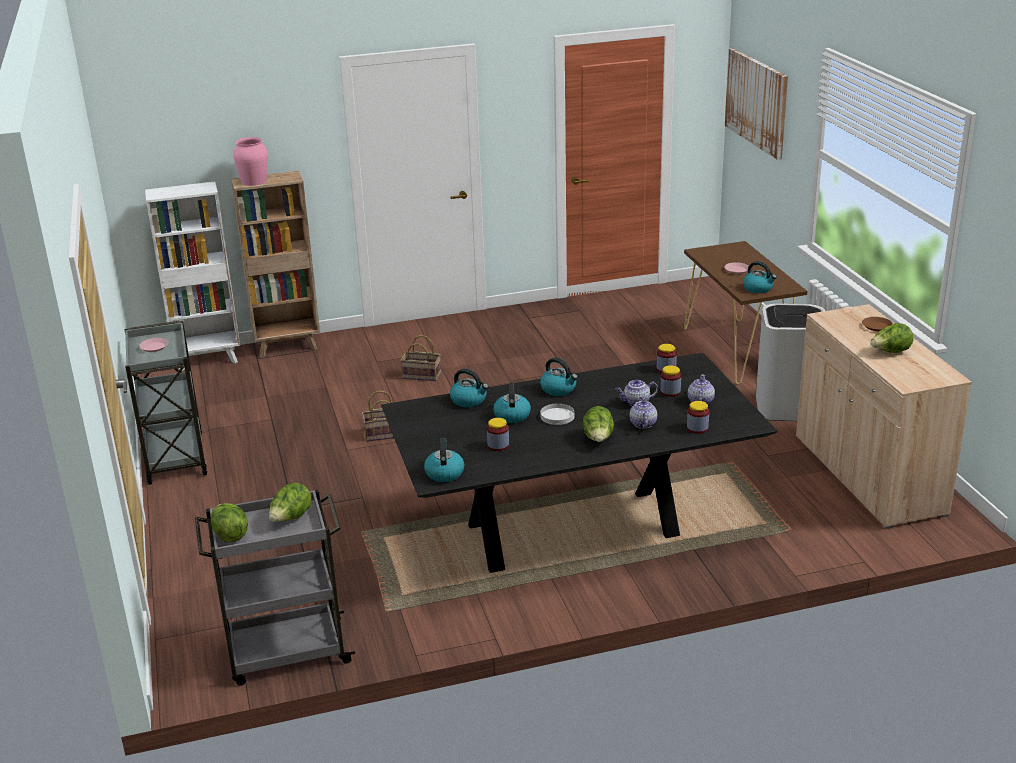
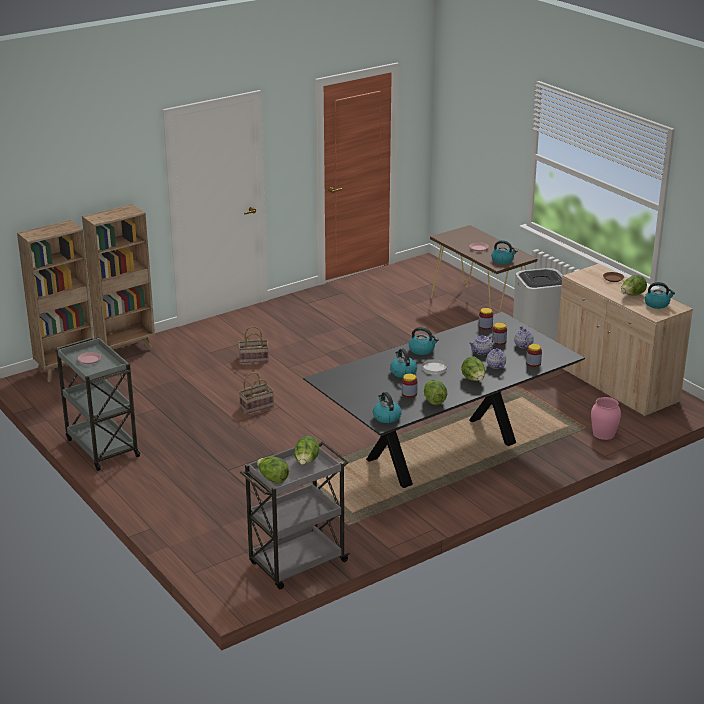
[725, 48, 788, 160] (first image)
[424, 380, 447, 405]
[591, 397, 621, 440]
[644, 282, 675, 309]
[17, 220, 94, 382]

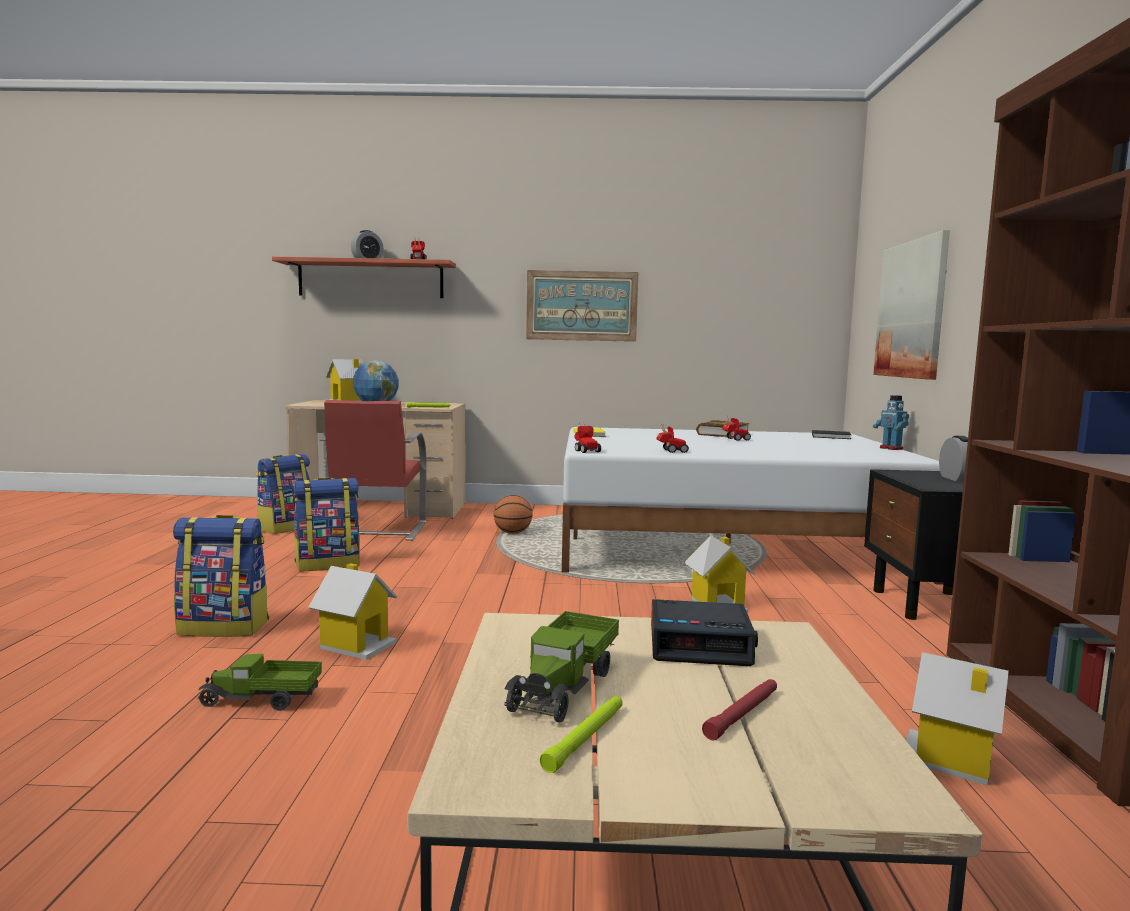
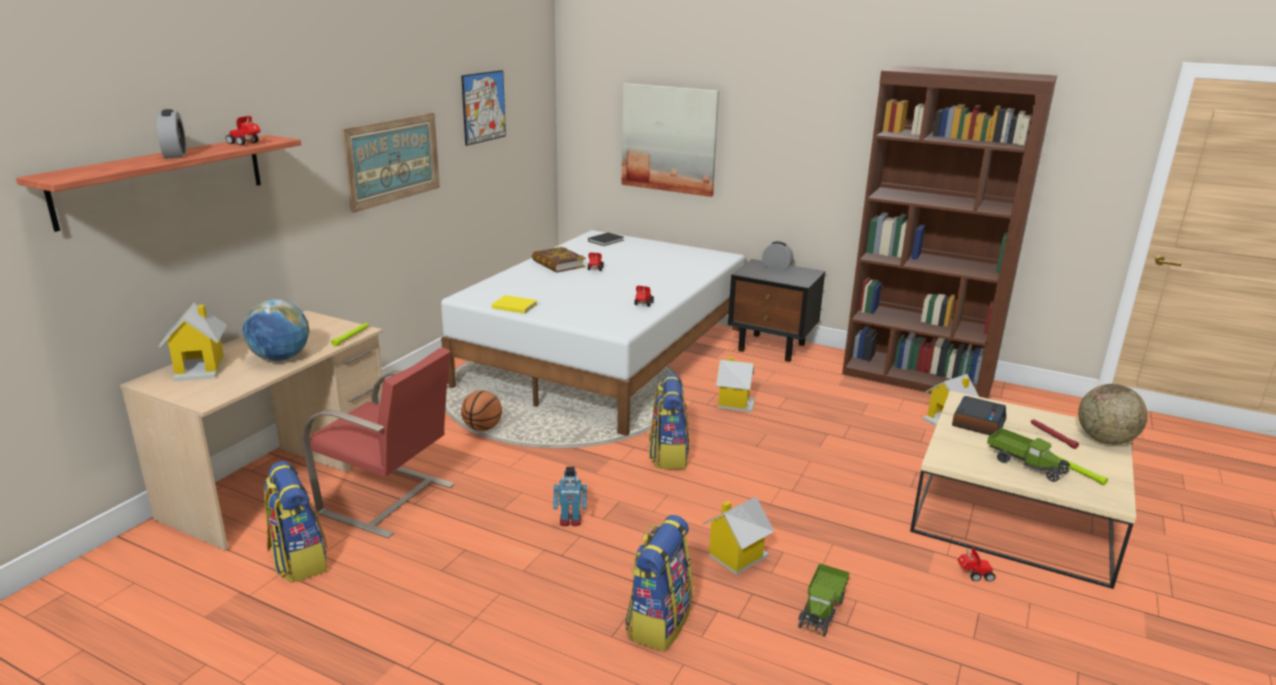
[461, 70, 506, 146]
[1078, 384, 1148, 445]
[649, 374, 690, 470]
[958, 547, 996, 581]
[553, 467, 587, 526]

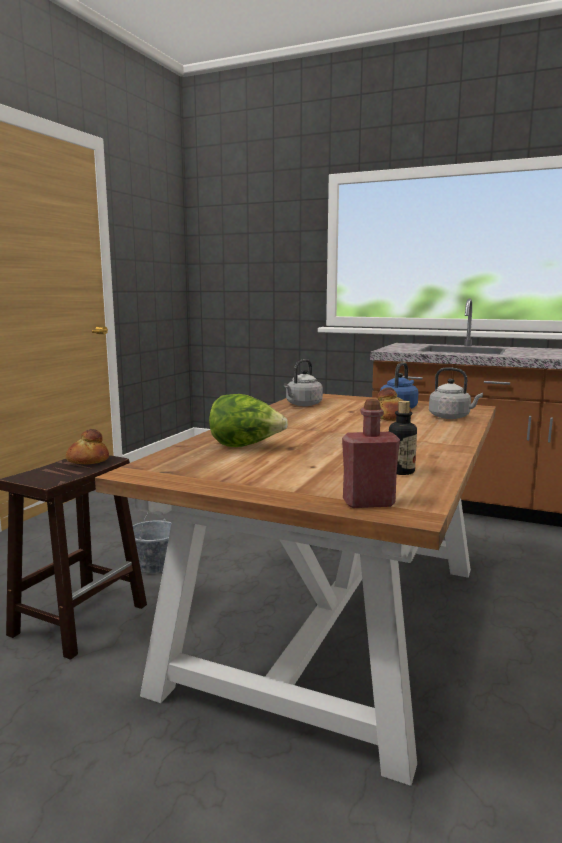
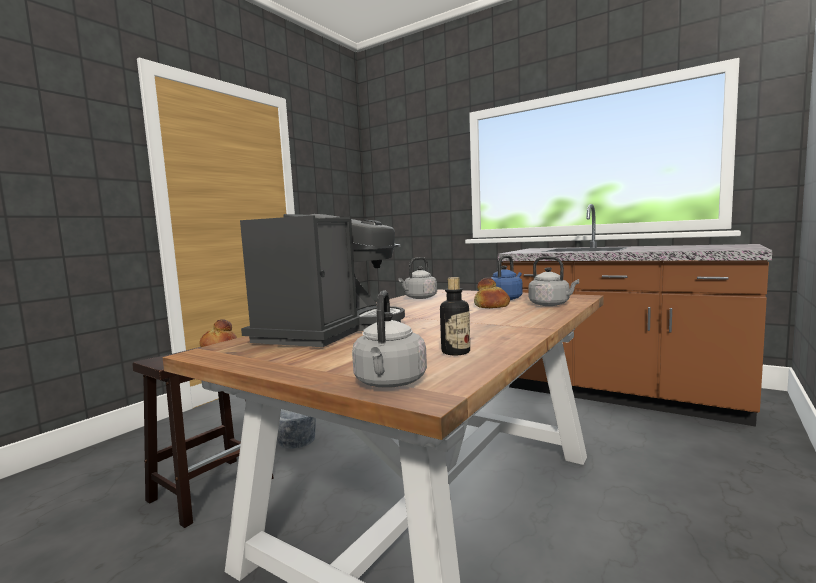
[240, 214, 405, 347]
[352, 291, 427, 388]

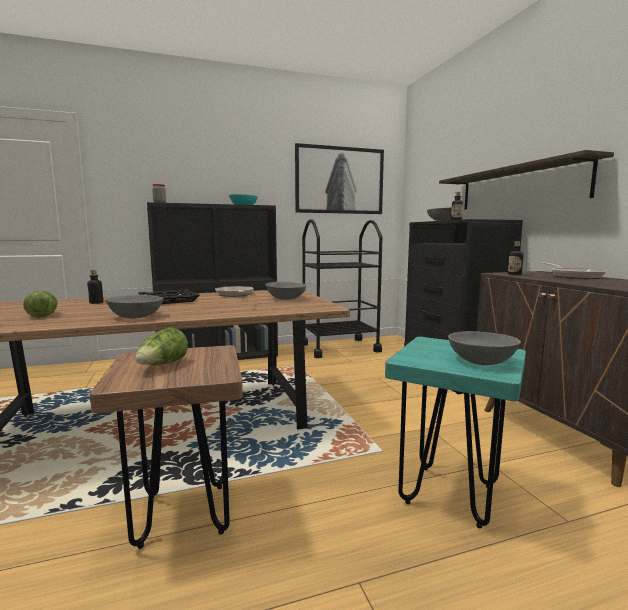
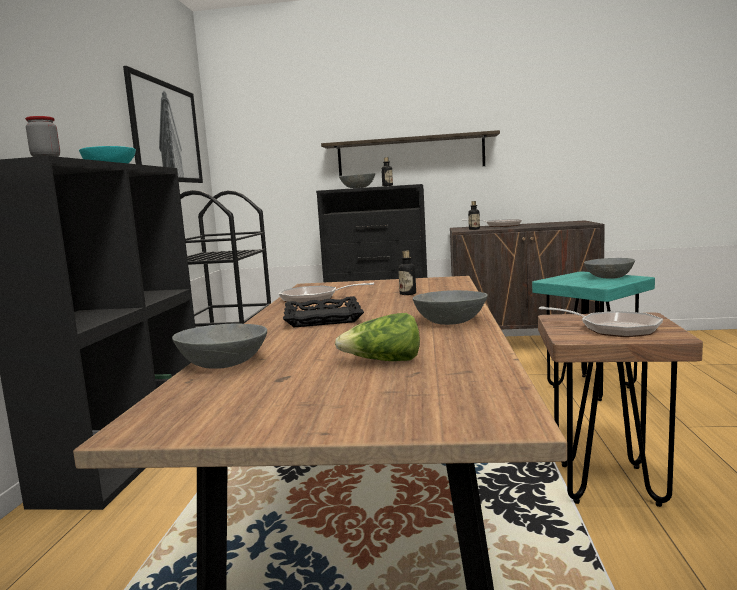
[398, 251, 416, 295]
[172, 324, 267, 369]
[539, 306, 663, 337]

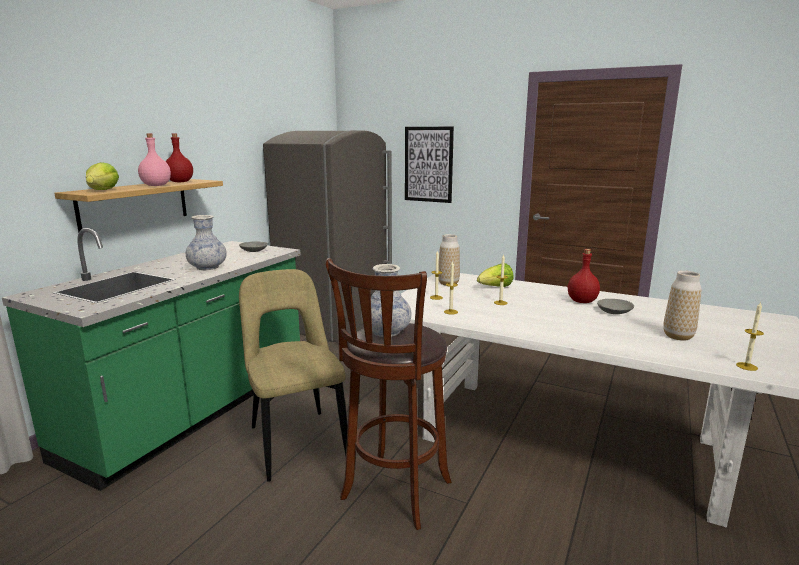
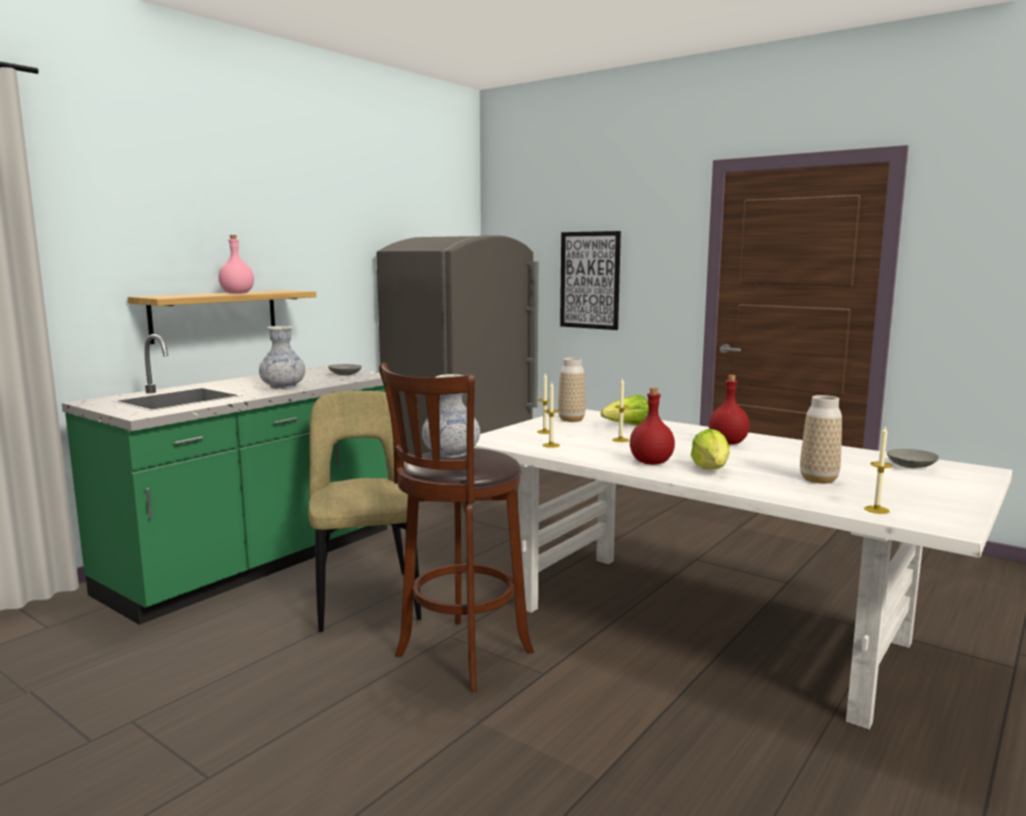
[691, 429, 730, 469]
[630, 388, 675, 465]
[887, 449, 939, 468]

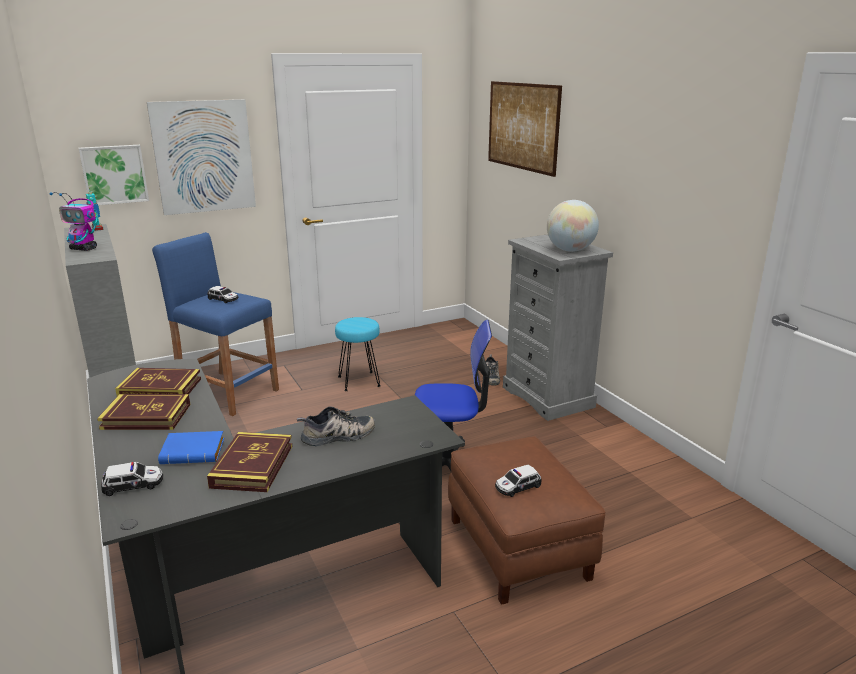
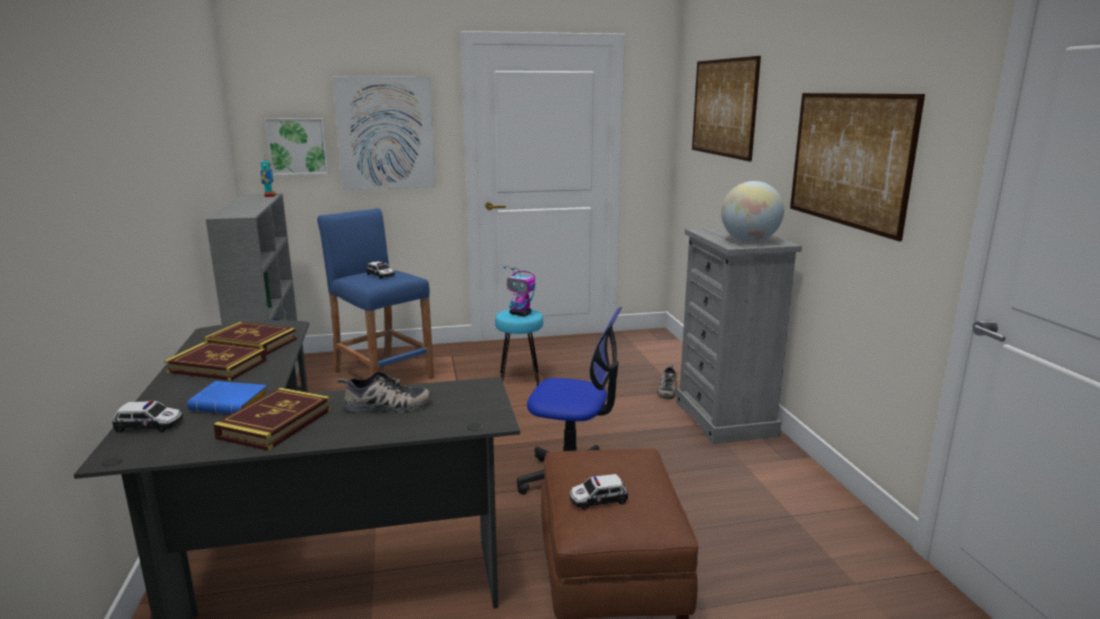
[790, 93, 925, 241]
[504, 266, 535, 316]

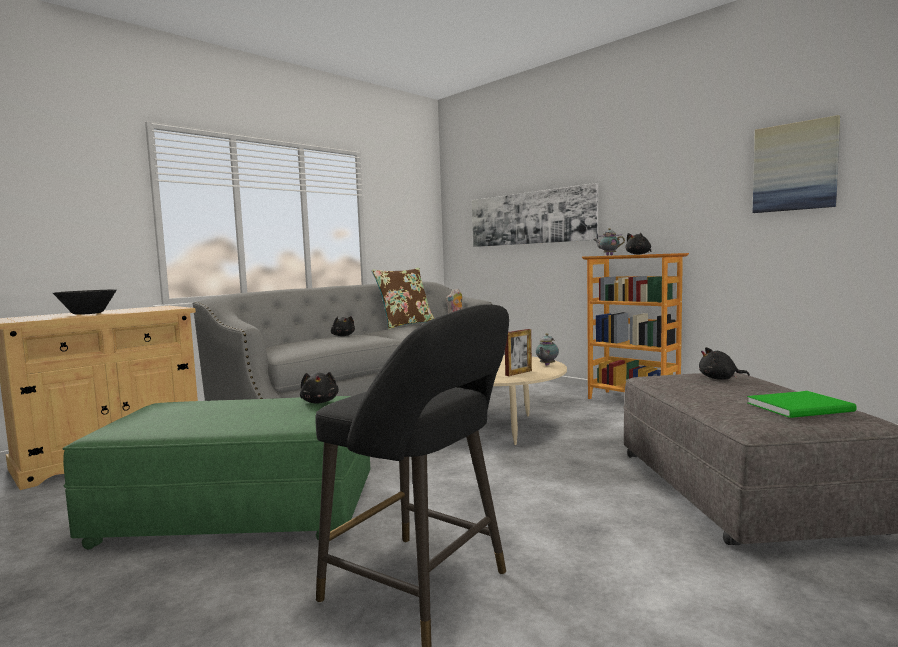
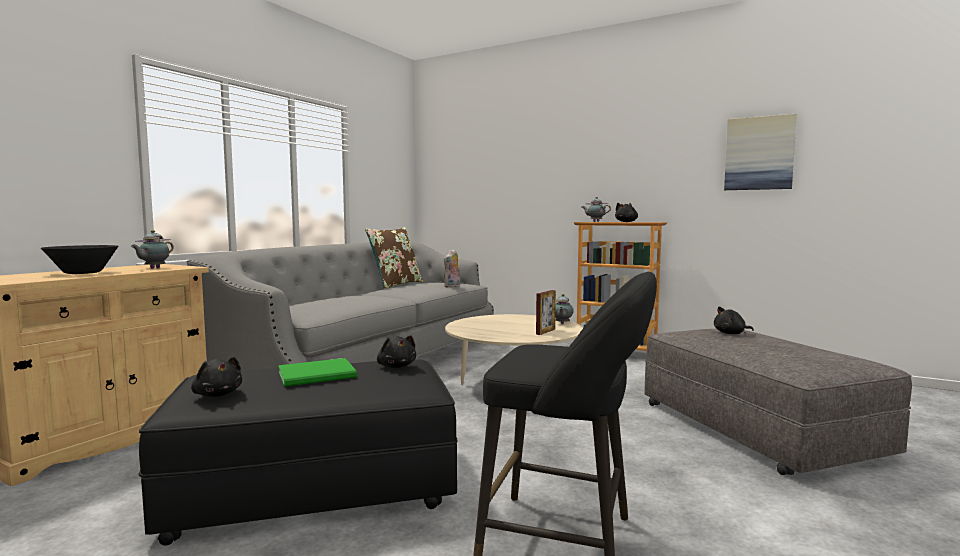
[472, 183, 598, 247] (first image)
[131, 230, 174, 269]
[191, 357, 242, 397]
[278, 358, 357, 387]
[138, 359, 457, 546]

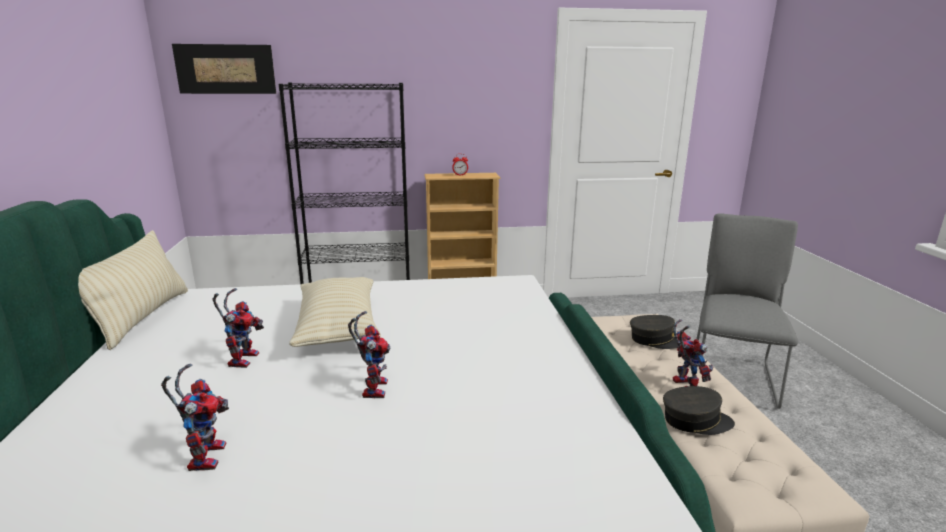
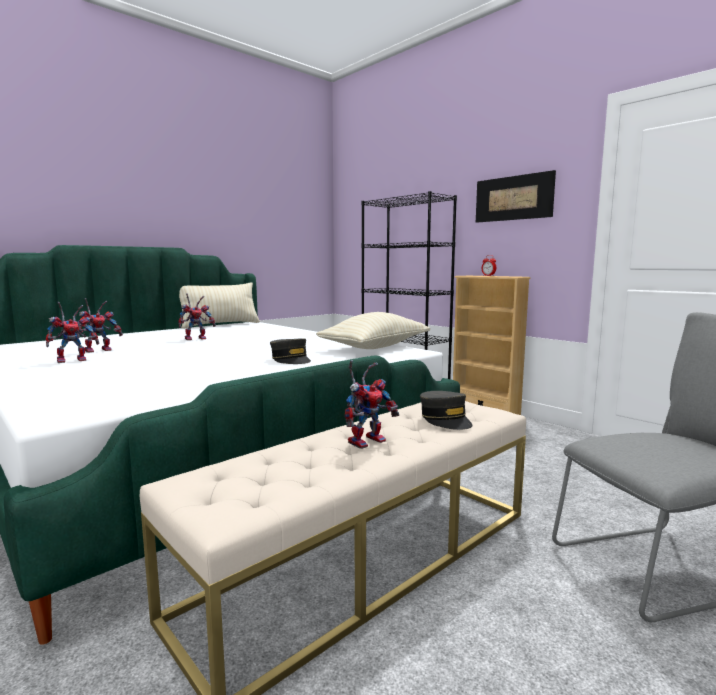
[476, 170, 556, 223]
[316, 312, 430, 349]
[46, 302, 99, 363]
[270, 338, 311, 364]

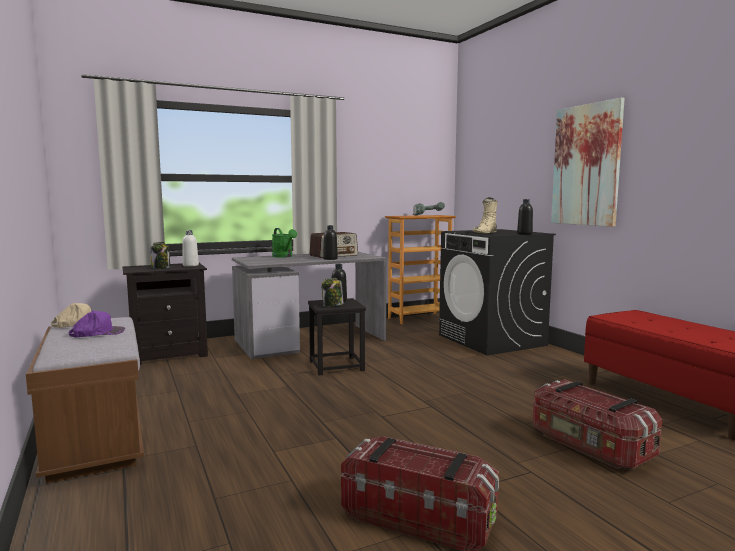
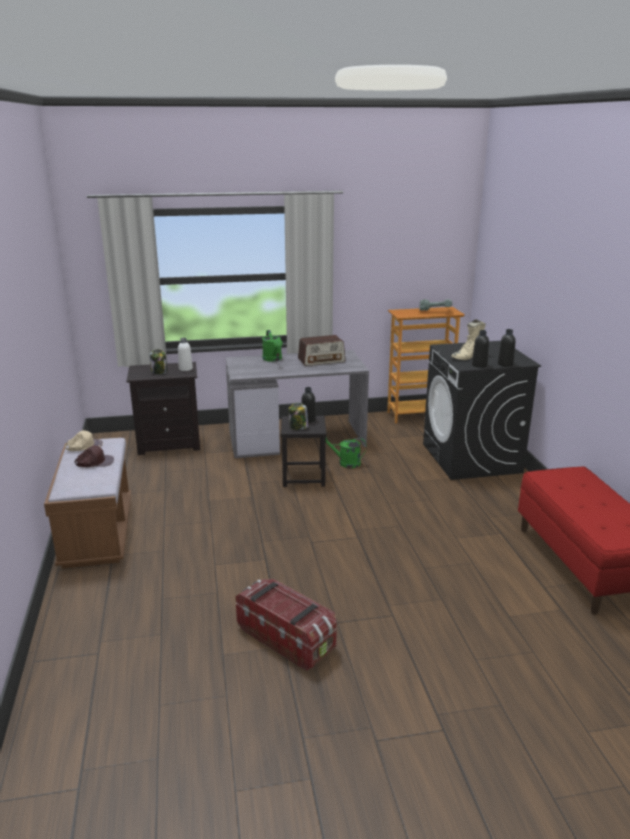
[533, 379, 662, 470] (first image)
[551, 98, 625, 227] (first image)
[326, 436, 367, 468]
[472, 330, 489, 368]
[75, 445, 114, 467]

